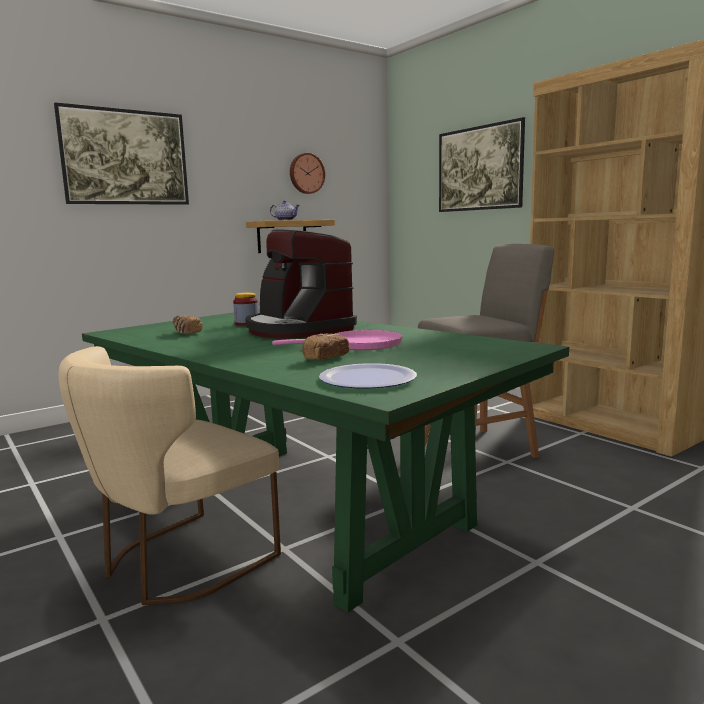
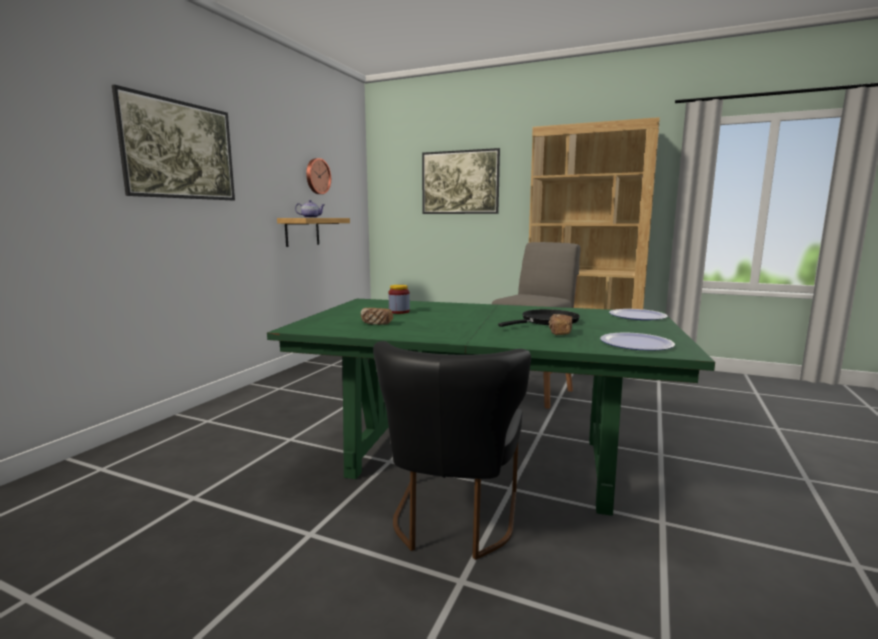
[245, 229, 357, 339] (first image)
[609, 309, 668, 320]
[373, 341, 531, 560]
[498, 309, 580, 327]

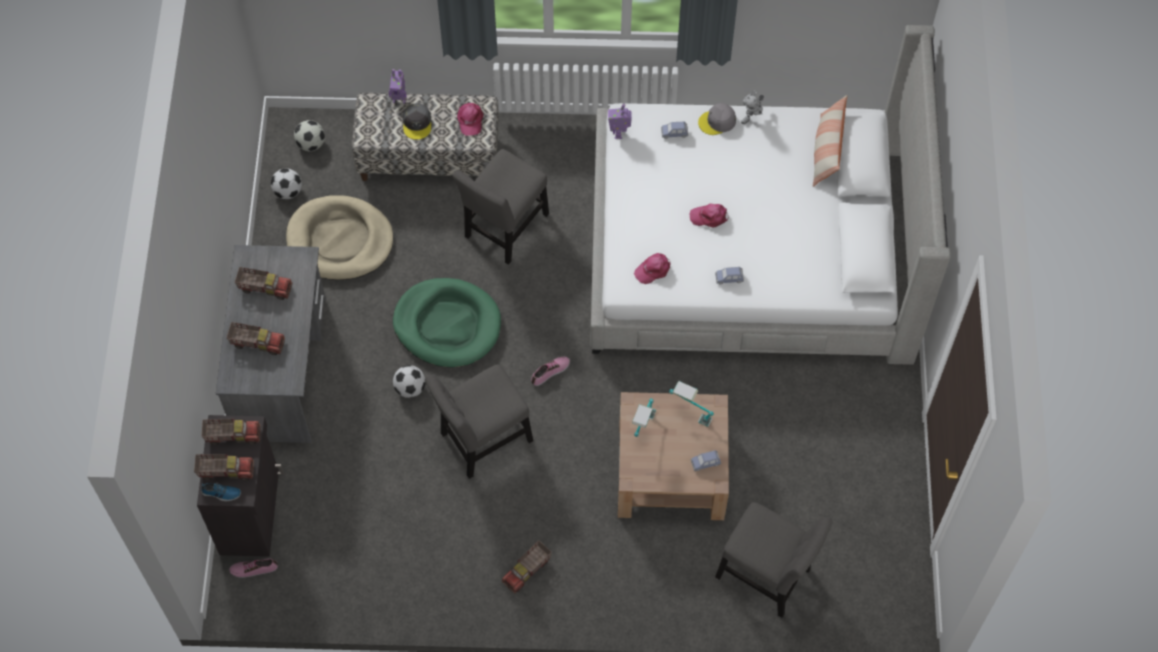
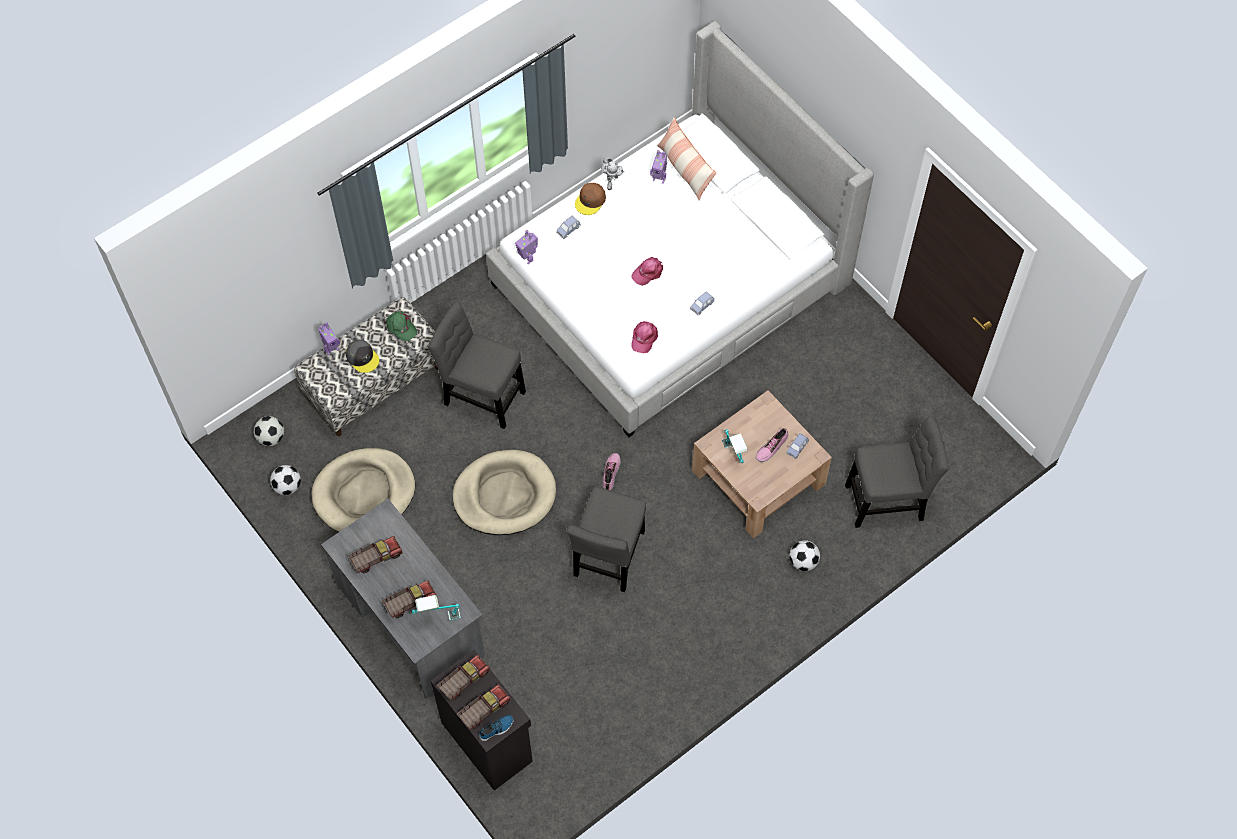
[502, 540, 552, 594] (first image)
[650, 150, 667, 184]
[756, 428, 788, 462]
[789, 540, 820, 571]
[412, 595, 461, 621]
[453, 450, 556, 535]
[384, 311, 417, 341]
[575, 183, 606, 215]
[428, 302, 526, 429]

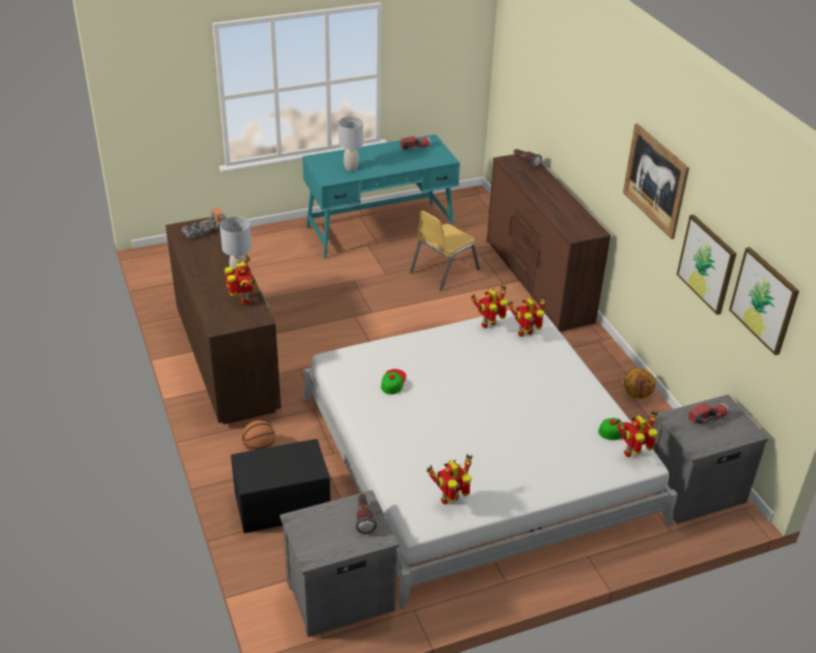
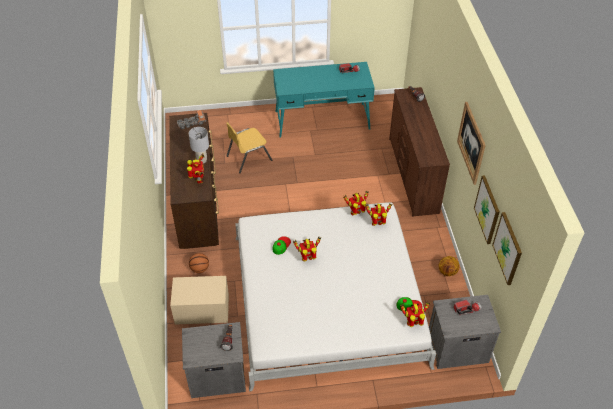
[338, 117, 363, 171] (first image)
[226, 122, 272, 173]
[293, 236, 321, 261]
[170, 276, 229, 325]

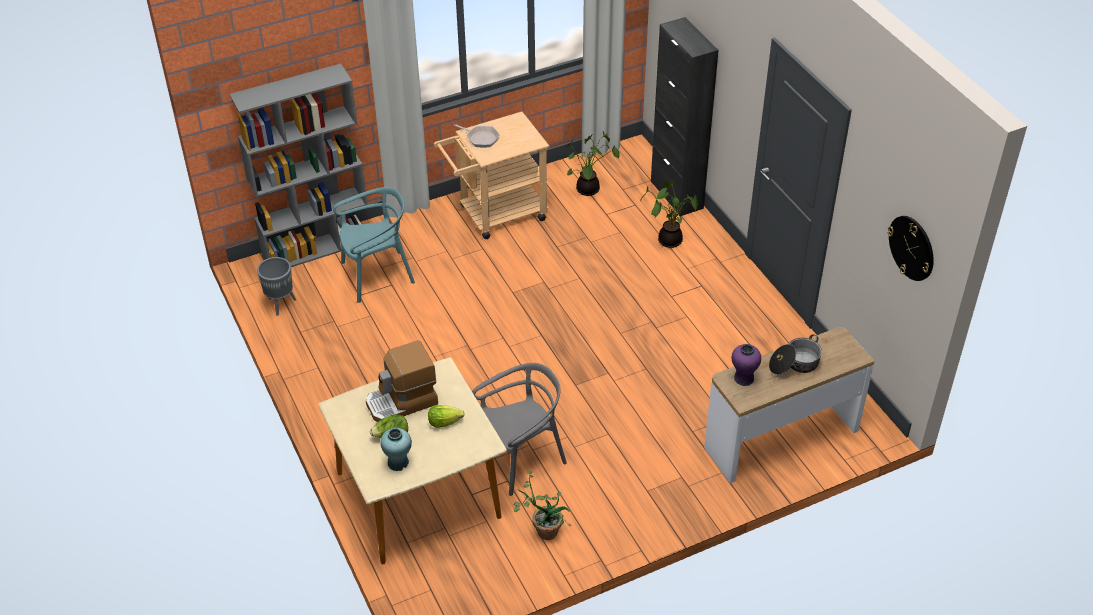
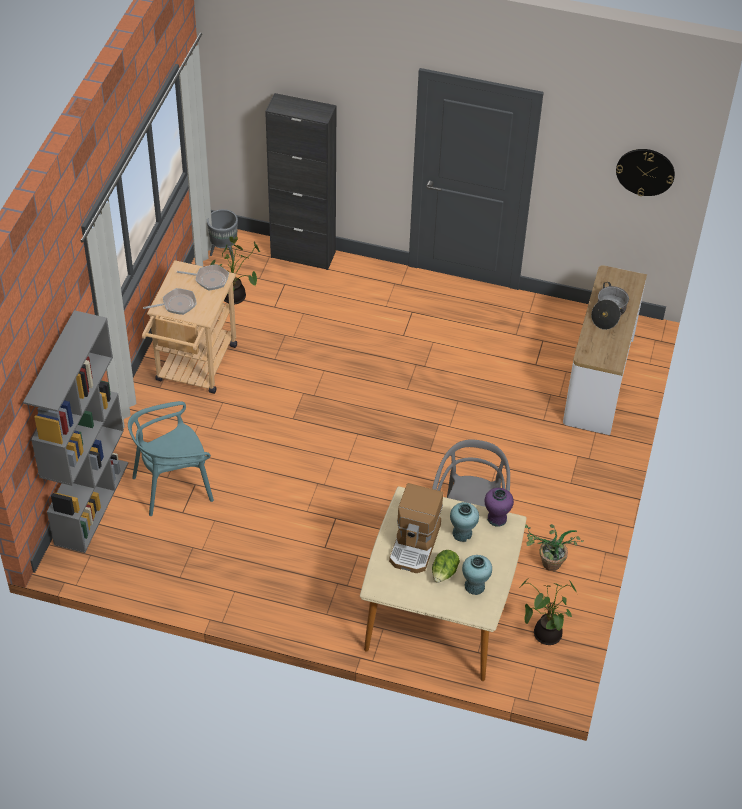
[177, 264, 229, 290]
[207, 209, 238, 261]
[521, 579, 577, 645]
[485, 488, 514, 527]
[450, 502, 479, 542]
[128, 401, 214, 516]

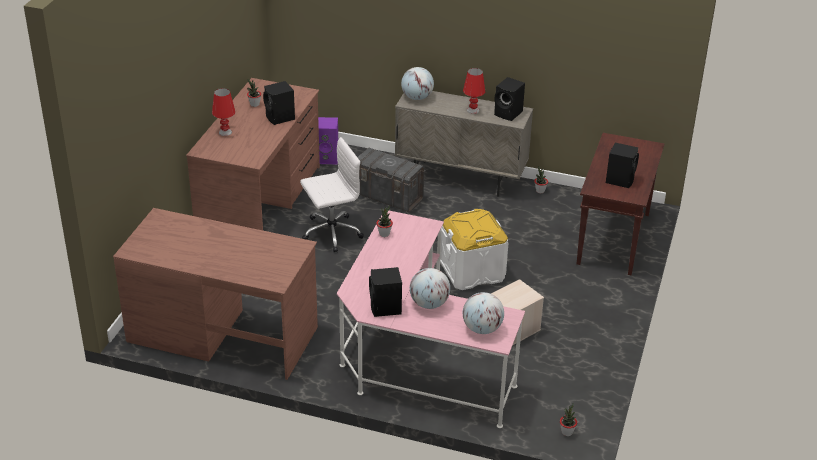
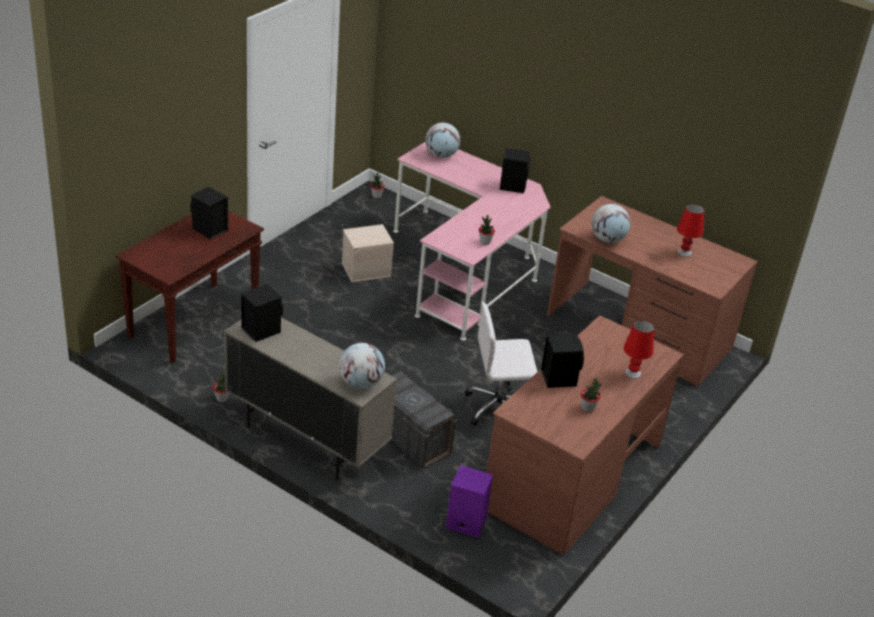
[440, 209, 509, 290] (first image)
[591, 204, 631, 243]
[677, 204, 704, 257]

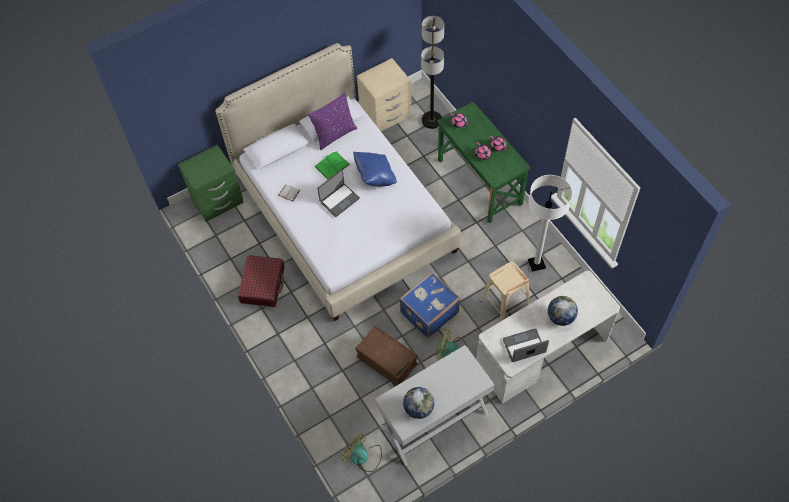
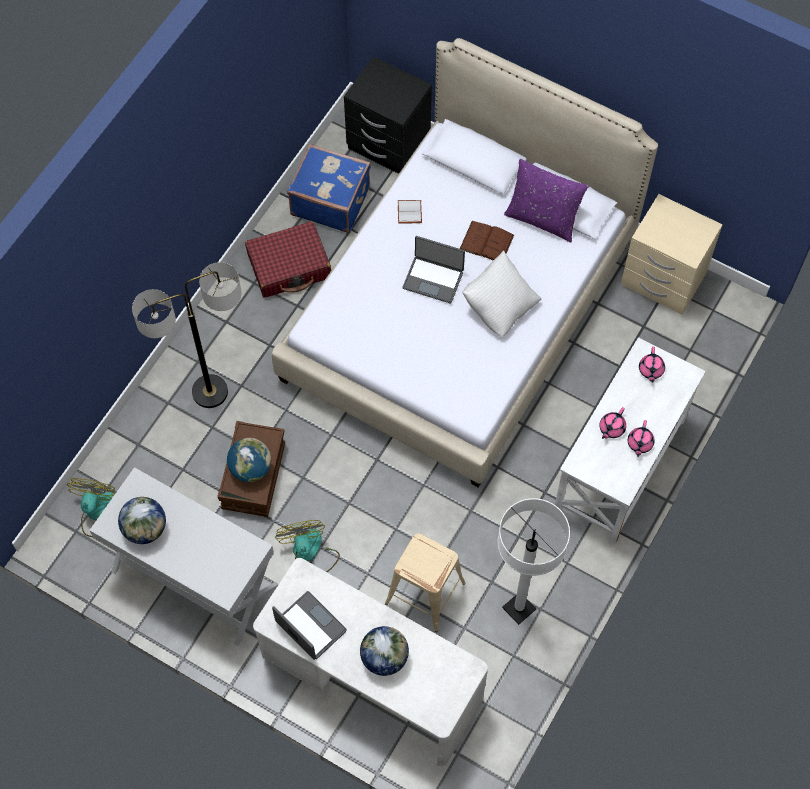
[227, 438, 271, 482]
[287, 144, 371, 233]
[132, 262, 241, 408]
[344, 56, 432, 174]
[460, 221, 514, 261]
[462, 251, 542, 337]
[555, 337, 706, 544]

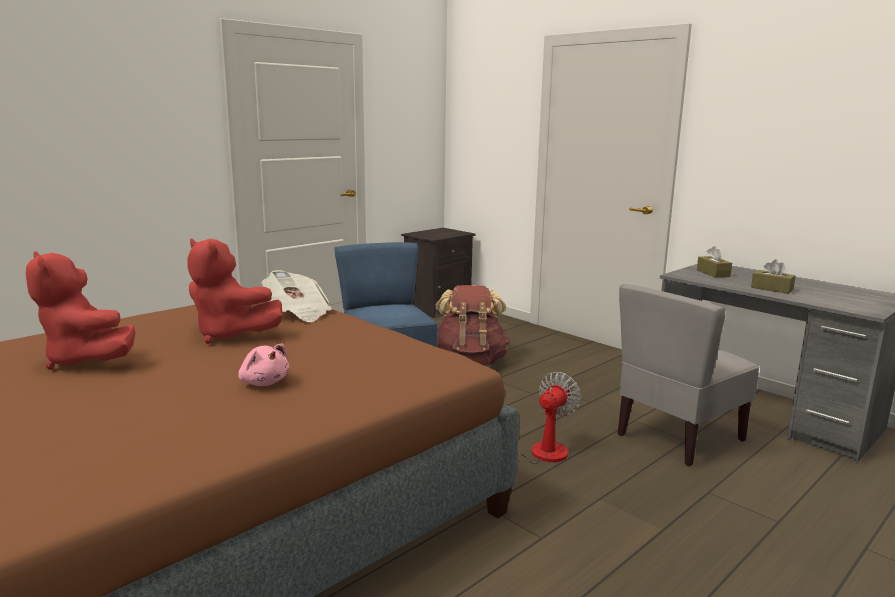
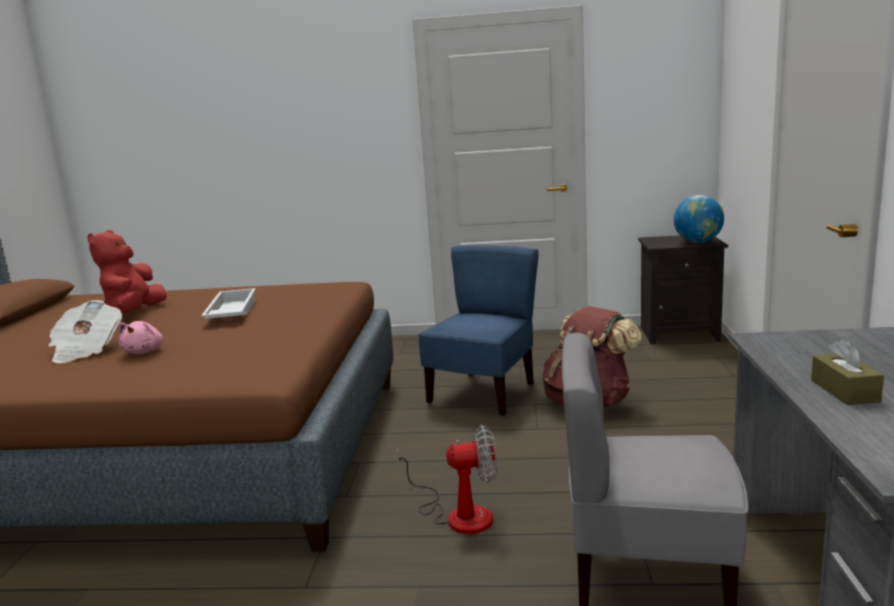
[697, 246, 732, 278] (first image)
[674, 195, 724, 243]
[48, 300, 122, 363]
[201, 288, 256, 319]

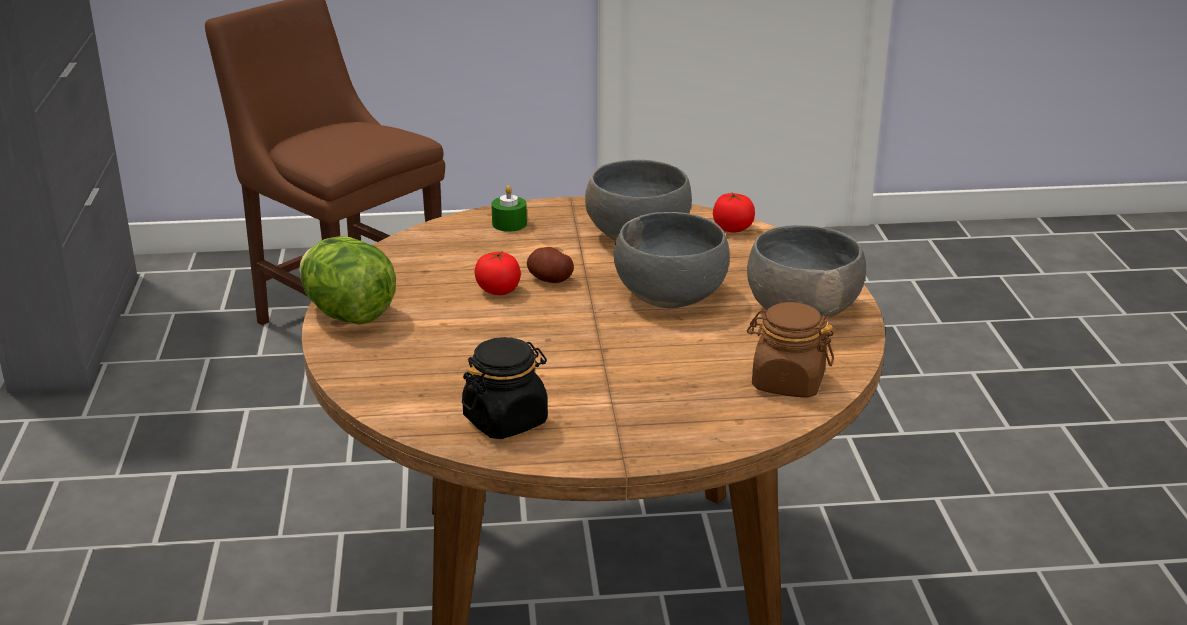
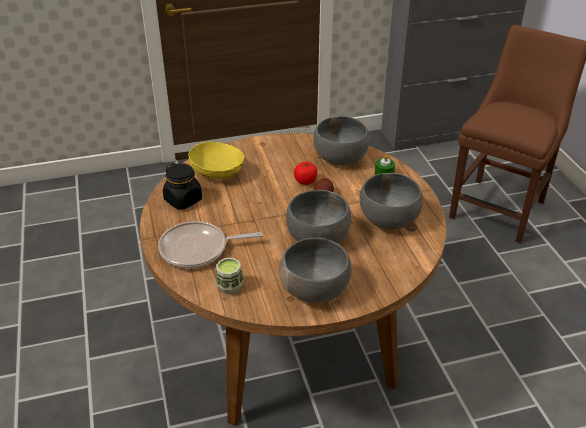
[300, 236, 396, 325] (first image)
[713, 193, 755, 233] (first image)
[158, 221, 262, 268]
[189, 142, 244, 179]
[313, 116, 369, 165]
[216, 258, 244, 294]

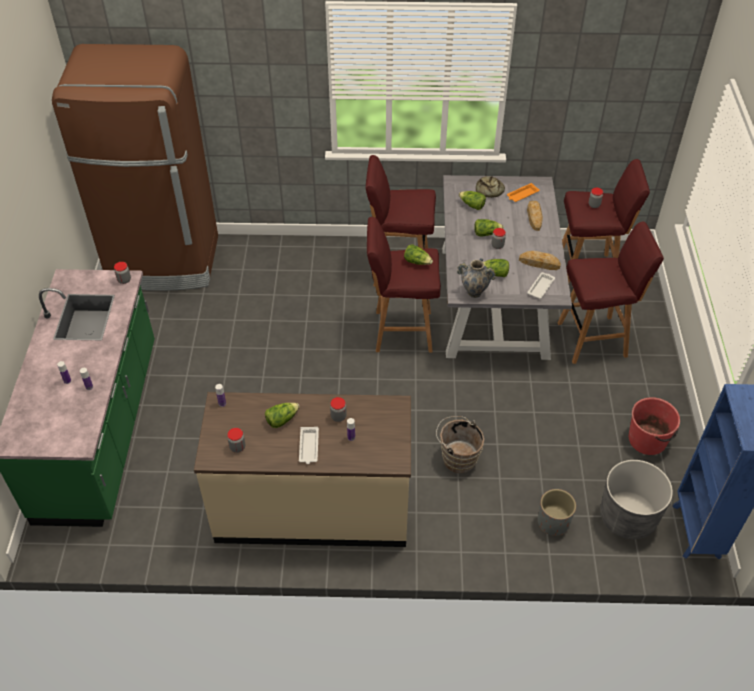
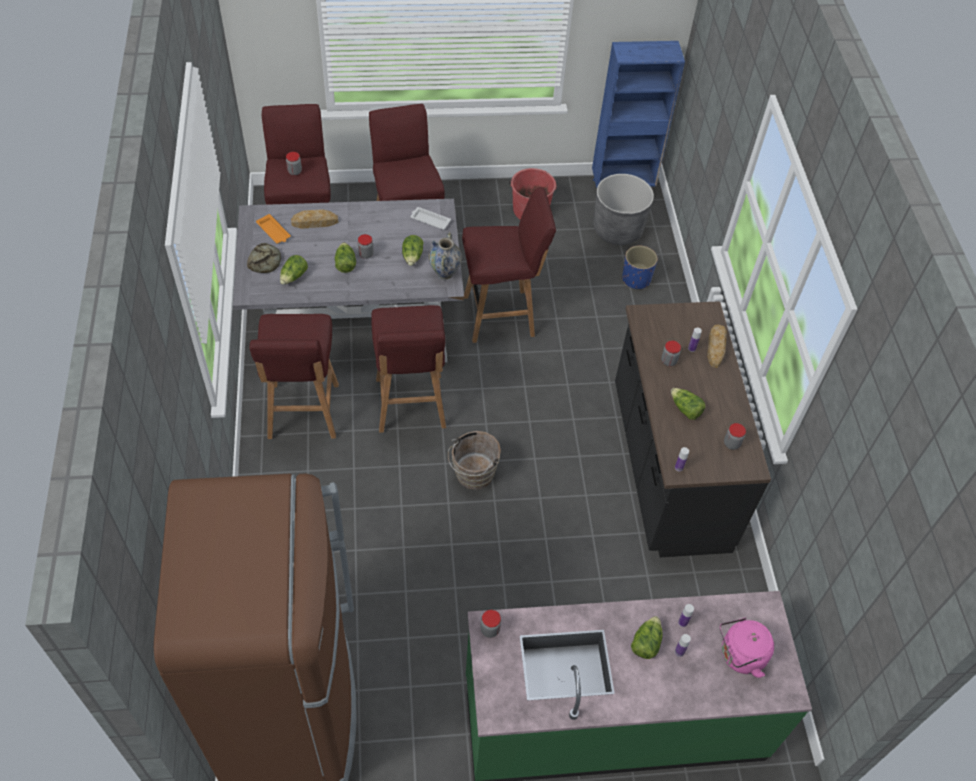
[299, 427, 319, 464] (first image)
[462, 187, 556, 343]
[720, 618, 774, 678]
[631, 616, 663, 659]
[448, 431, 501, 490]
[707, 325, 727, 368]
[615, 301, 771, 557]
[622, 246, 658, 289]

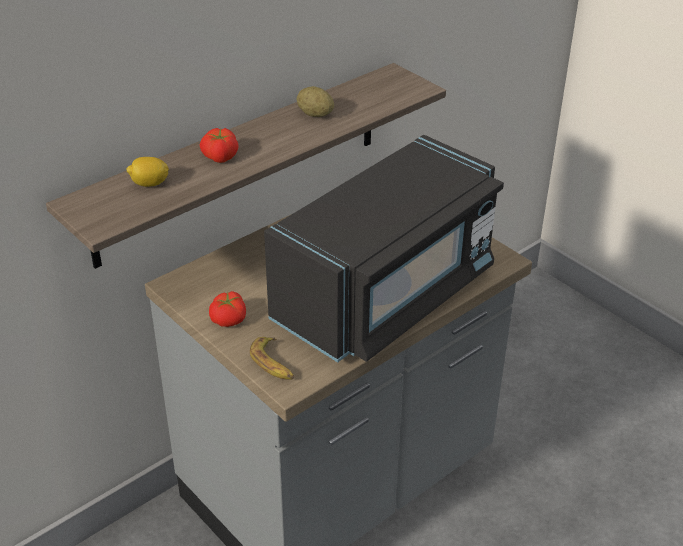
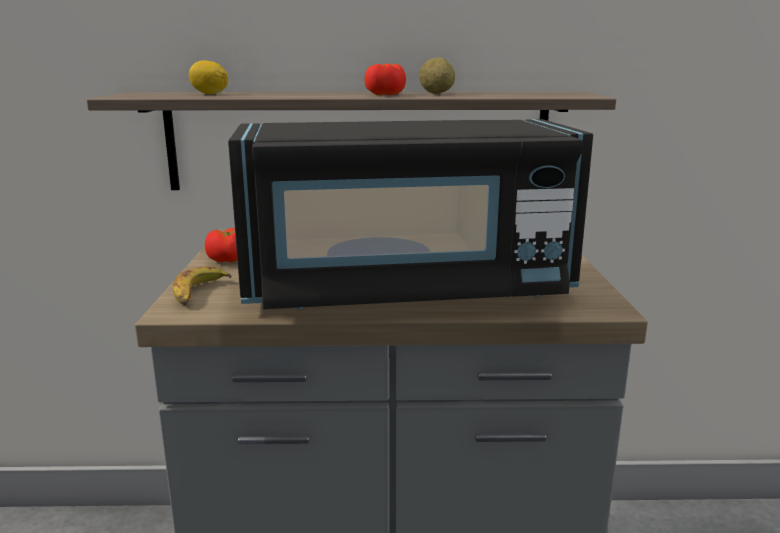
[364, 64, 406, 95]

